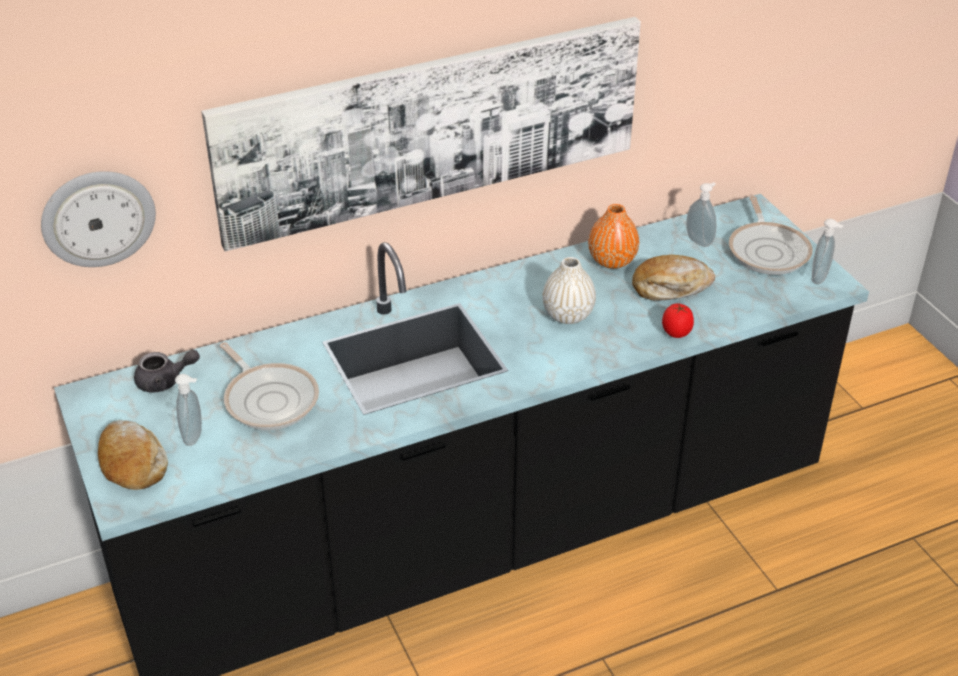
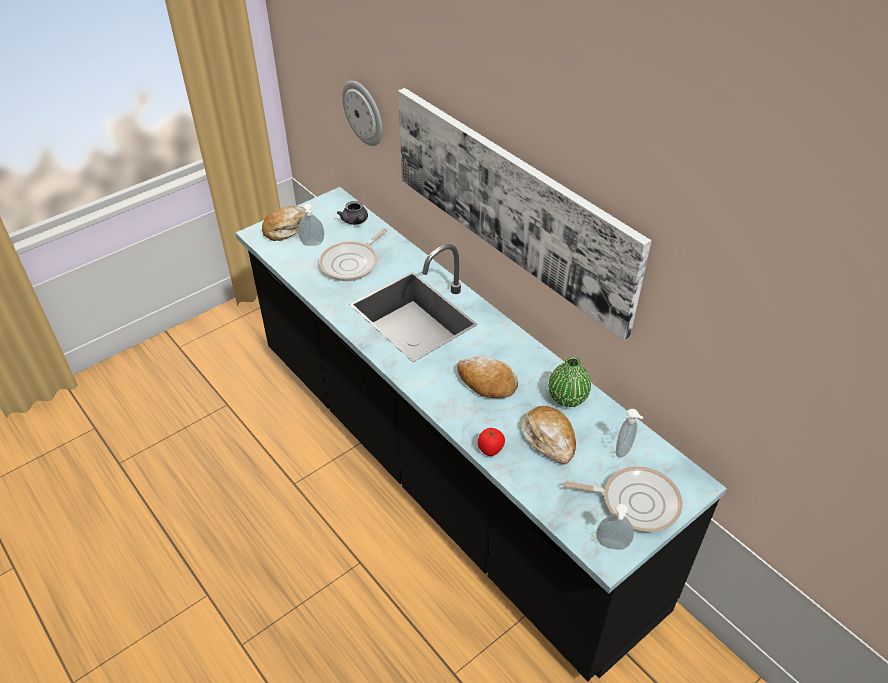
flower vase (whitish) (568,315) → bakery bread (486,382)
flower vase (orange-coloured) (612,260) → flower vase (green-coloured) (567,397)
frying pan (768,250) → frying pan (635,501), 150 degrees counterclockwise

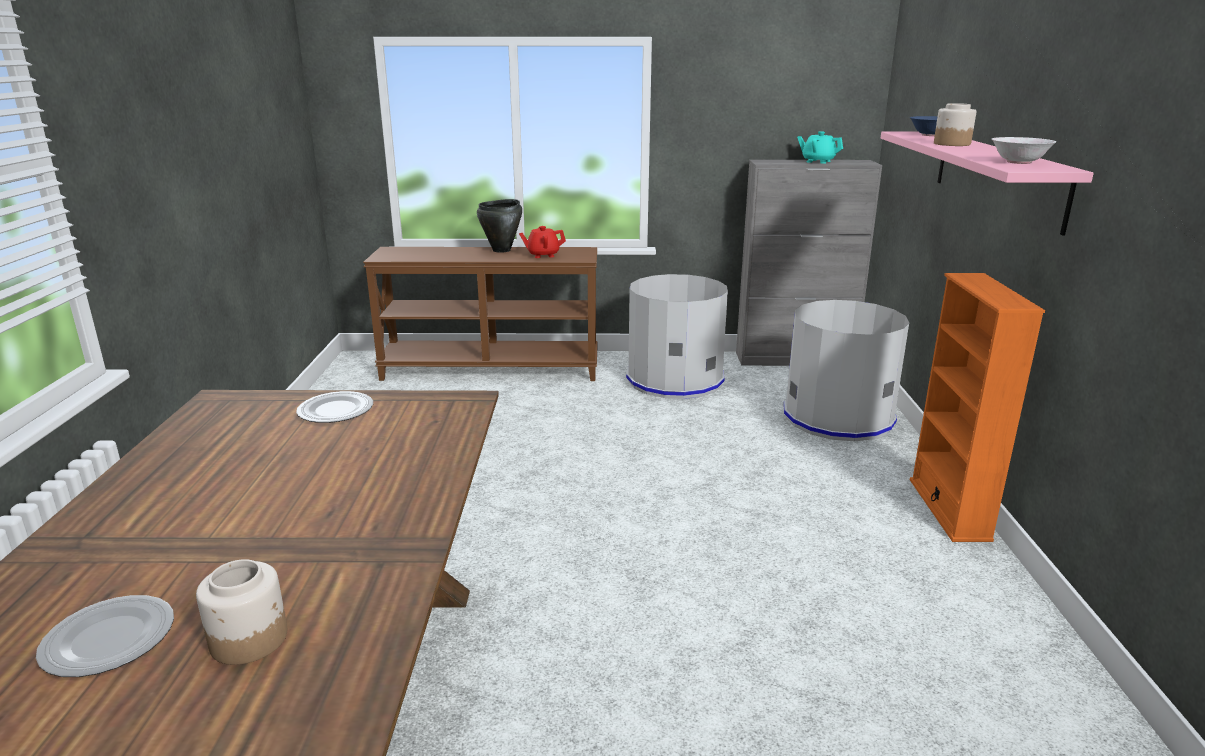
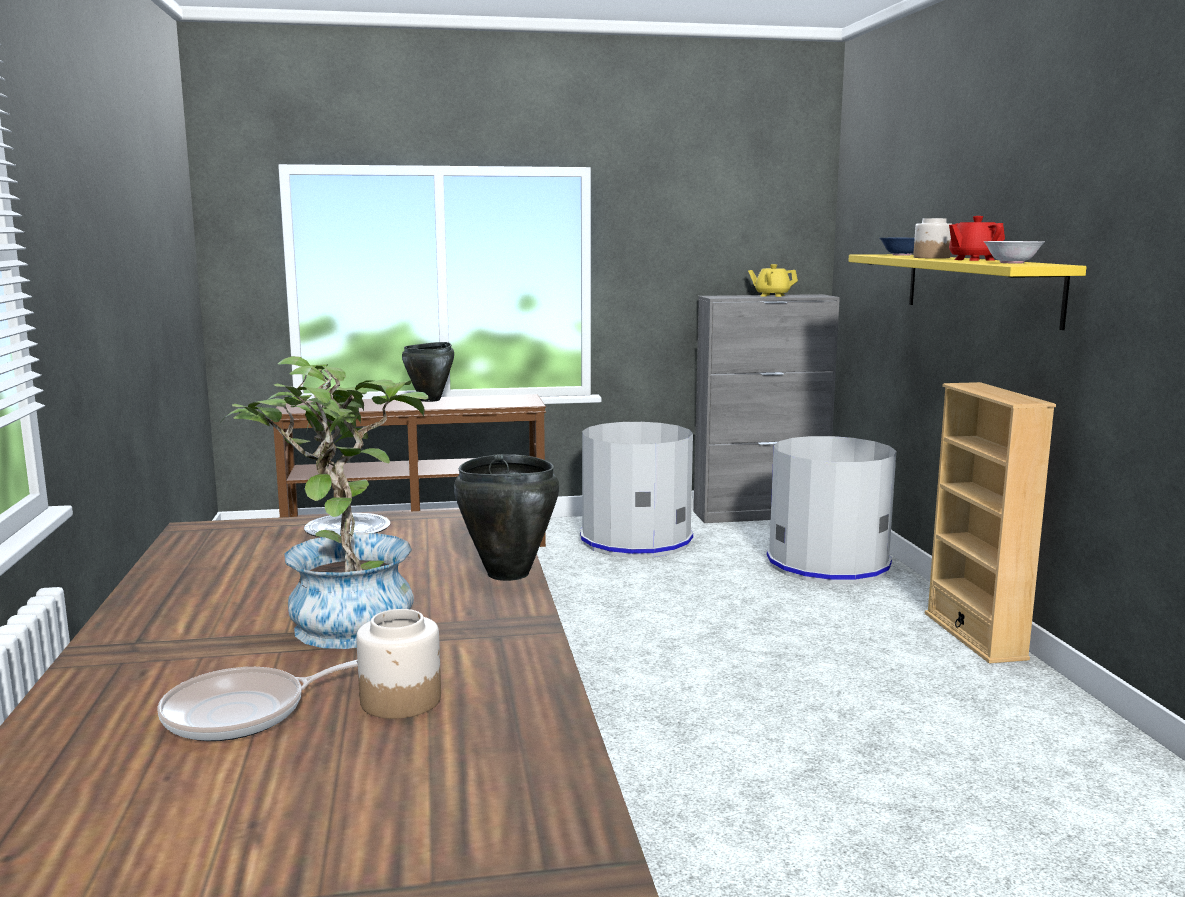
flat dish (110,640) → frying pan (242,713)
- → plant in a pot (344,619)
- → saucepot (black-coloured) (507,574)
tea pot (turquoise-coloured) (818,161) → tea pot (yellowish) (772,295)
bracket shelf (pink-coloured) (997,176) → bracket shelf (yellowish) (979,287)
shelving unit (orange-coloured) (949,509) → shelving unit (beige-coloured) (974,636)
tea pot (reddish) (543,255) → tea pot (reddish) (973,260), moved

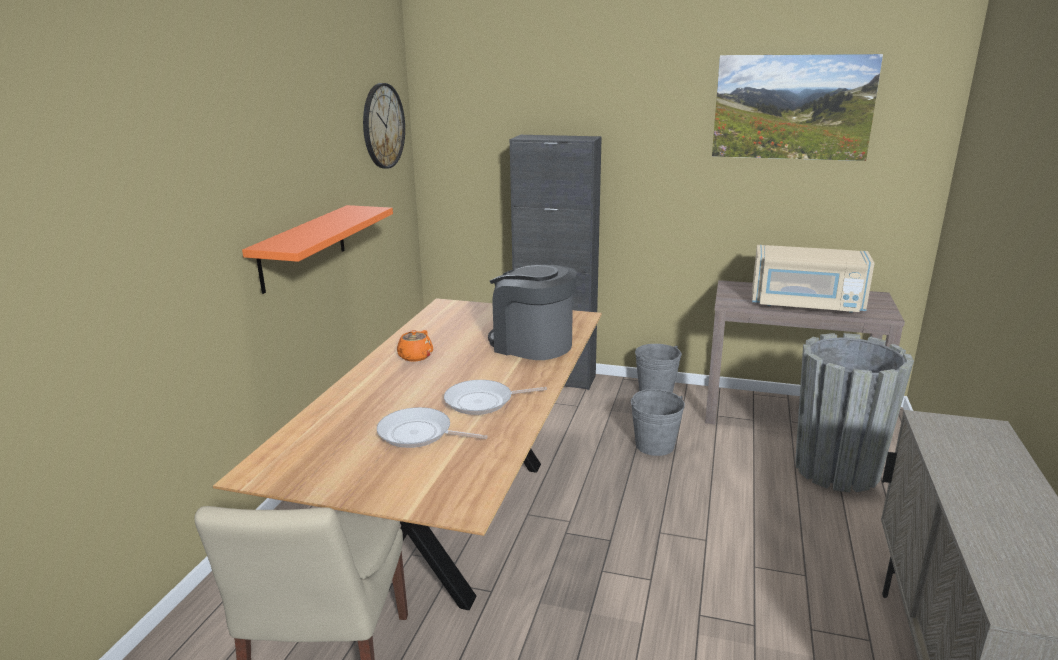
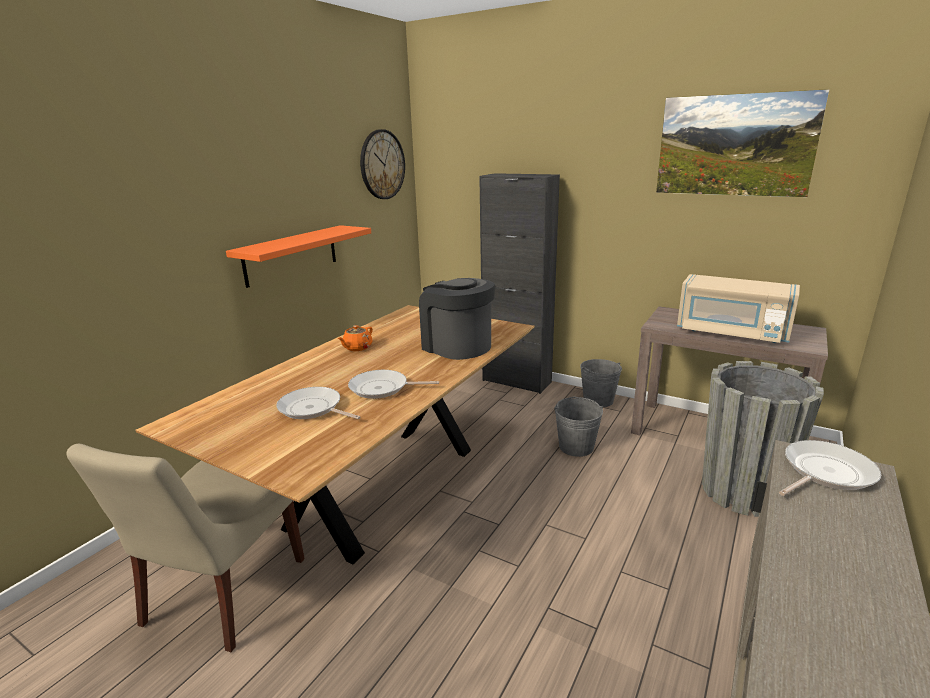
- → frying pan (825,472)

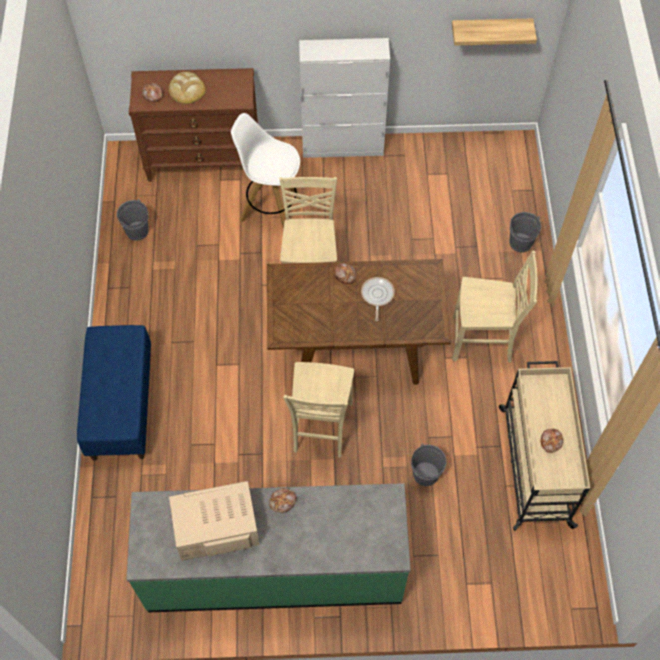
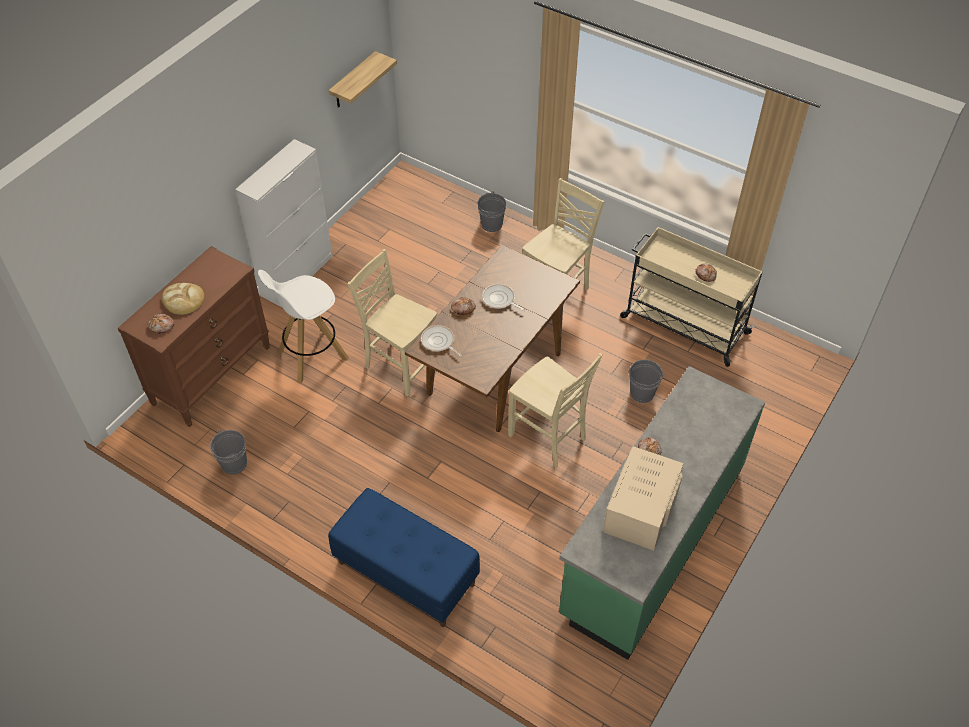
- → frying pan (439,342)

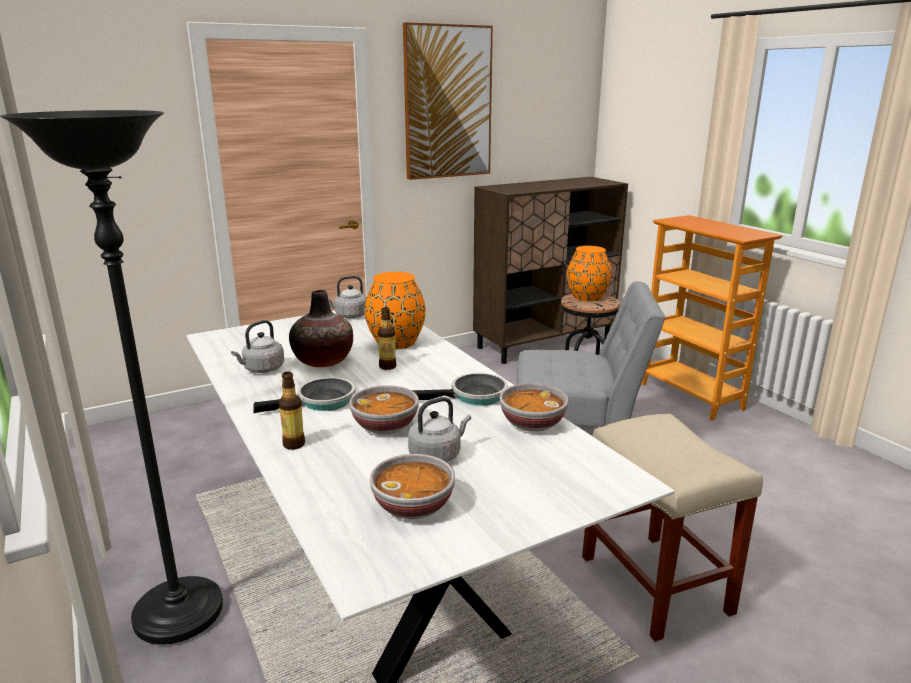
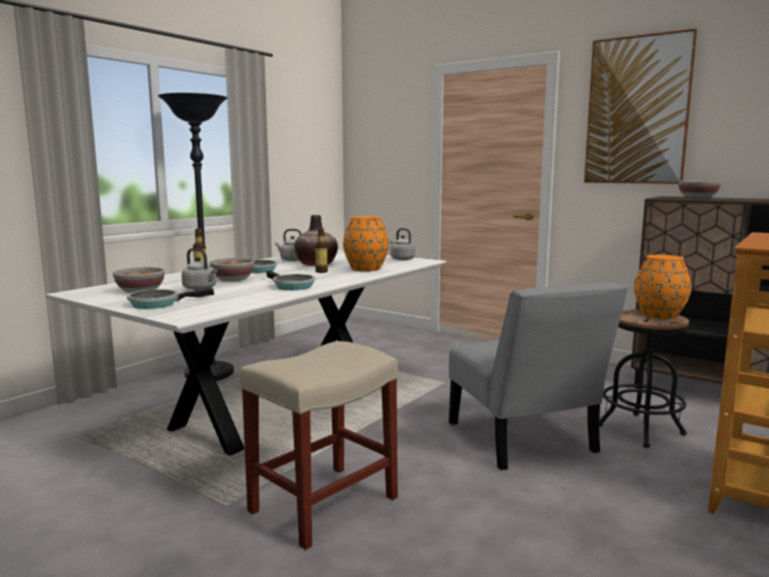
- → frying pan (158,303)
deep dish (531,423) → deep dish (697,198), moved

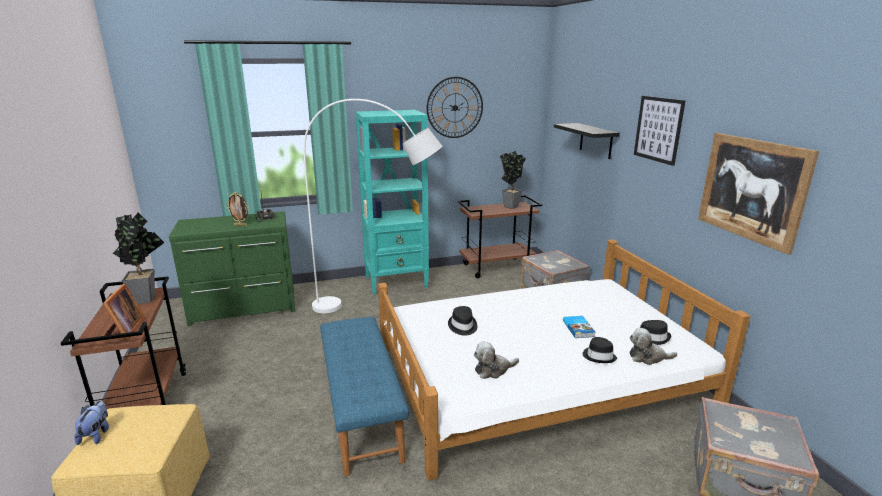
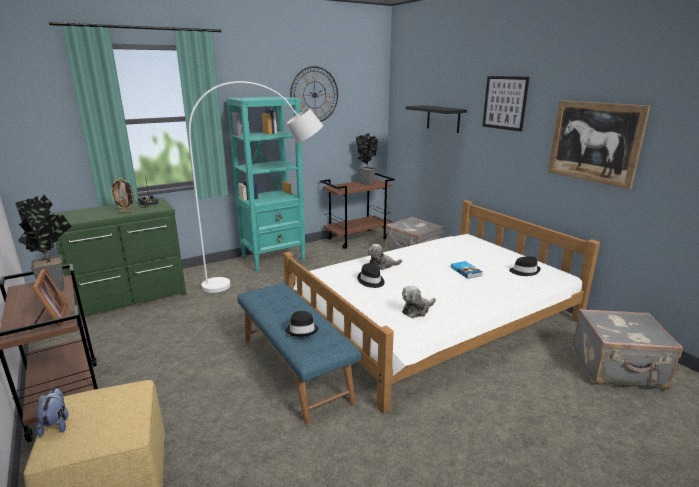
wearable hat (black-coloured) (599,356) → wearable hat (black-coloured) (302,330), moved
cuddly toy (648,357) → cuddly toy (382,265), moved

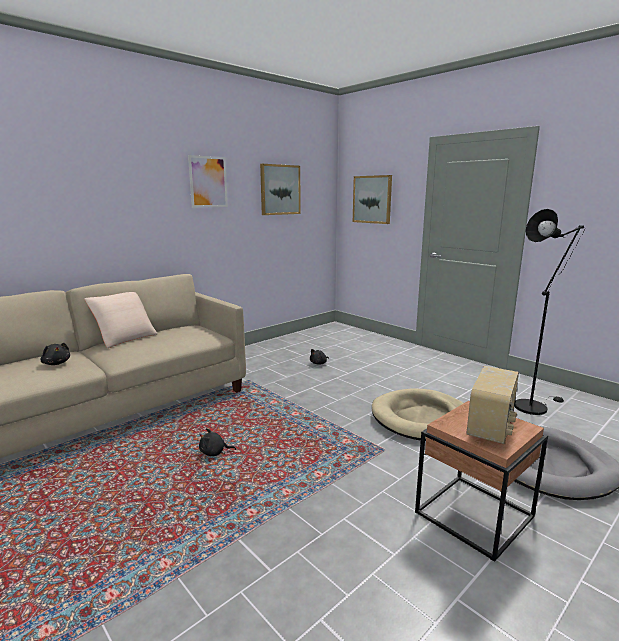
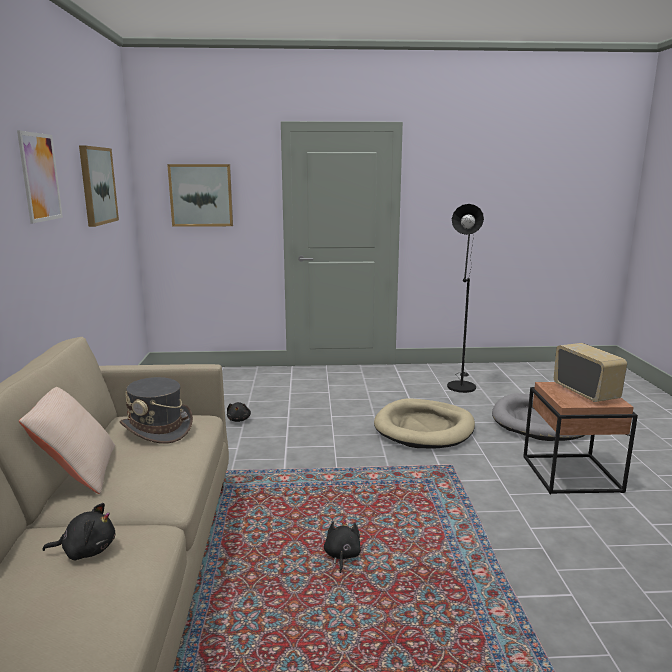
- → wearable hat (gray) (157,429)
cuddly toy (black-coloured) (214,453) → cuddly toy (black-coloured) (342,556), 150 degrees clockwise

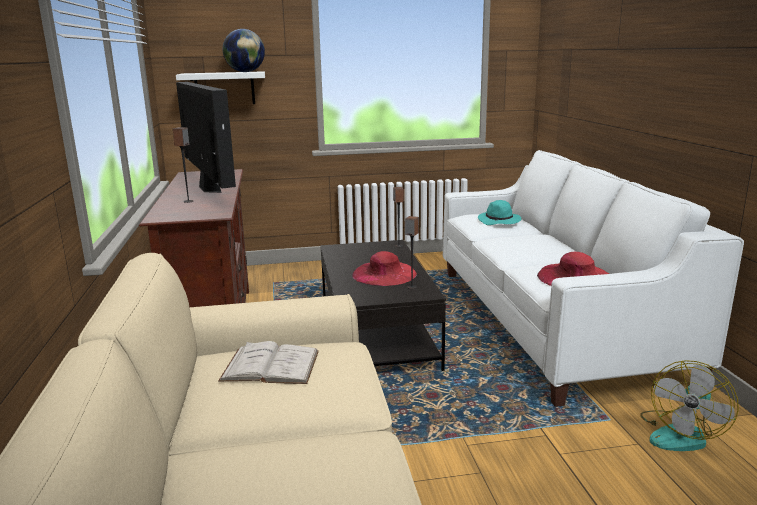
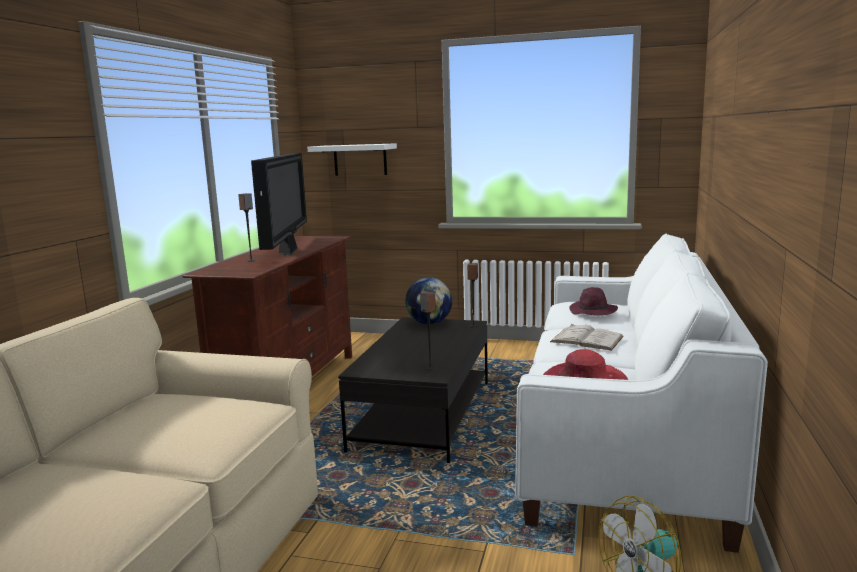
world globe (245,72) → world globe (429,323), moved
volume (whitish) (270,365) → volume (whitish) (587,339), moved
wearable hat (turquoise-coloured) (499,221) → wearable hat (purple-coloured) (593,312)
wearable hat (reddish) (384,274) → -

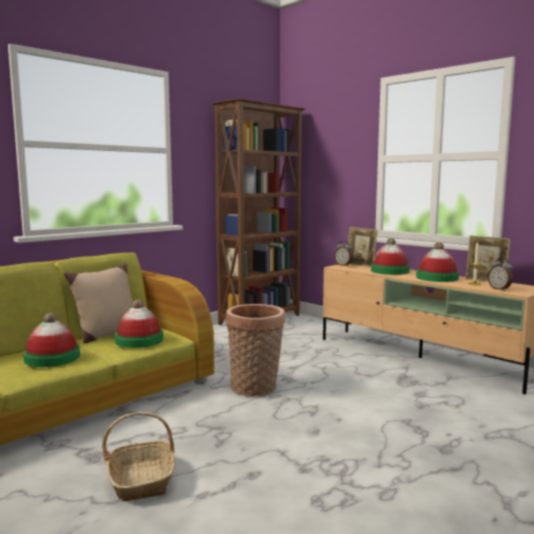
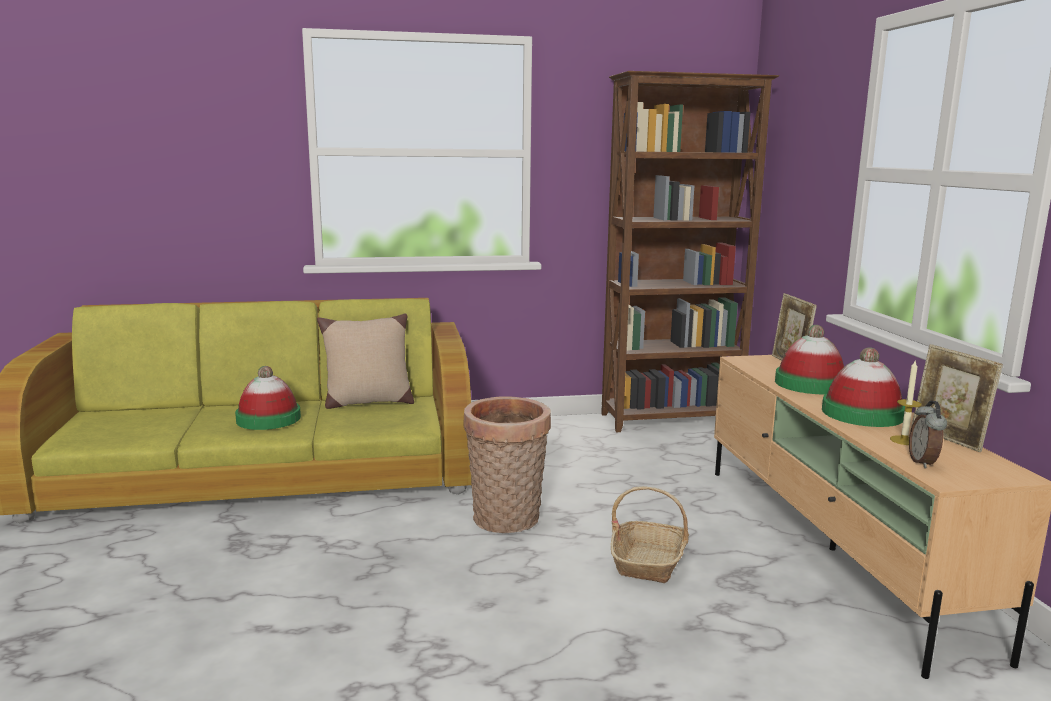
basket (142,479) → basket (649,561), moved
wearable hat (139,340) → -
alarm clock (343,265) → -

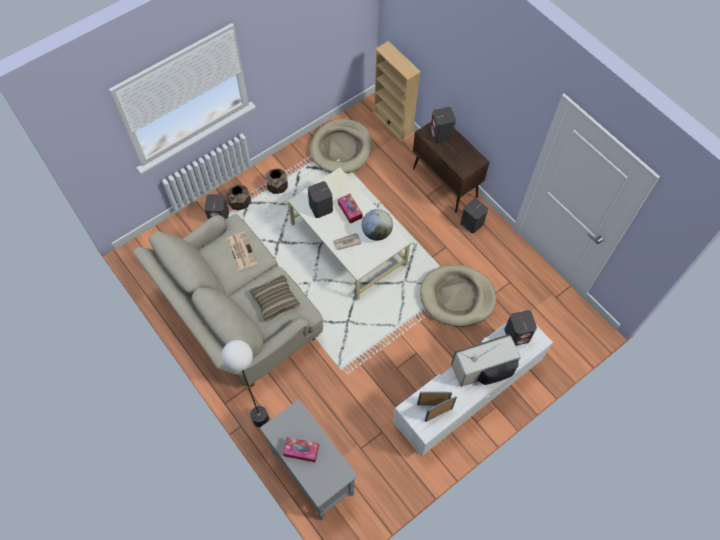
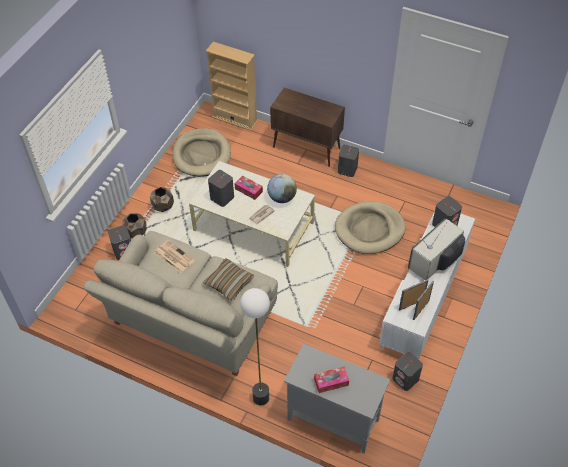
speaker (gray) (441,134) → speaker (gray) (405,379), moved

